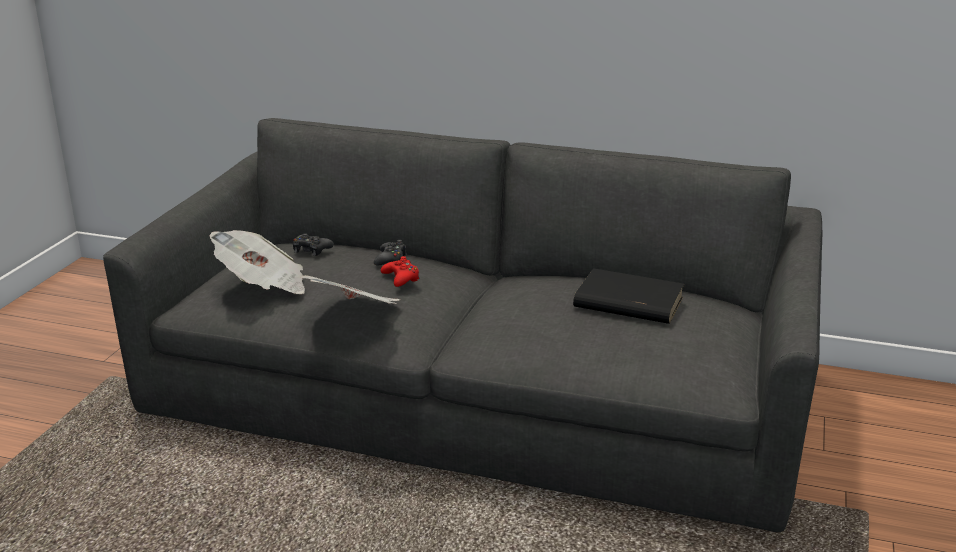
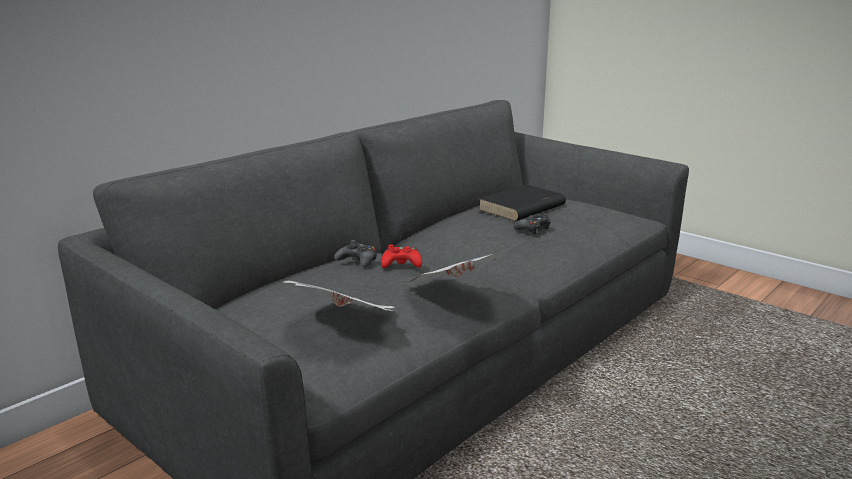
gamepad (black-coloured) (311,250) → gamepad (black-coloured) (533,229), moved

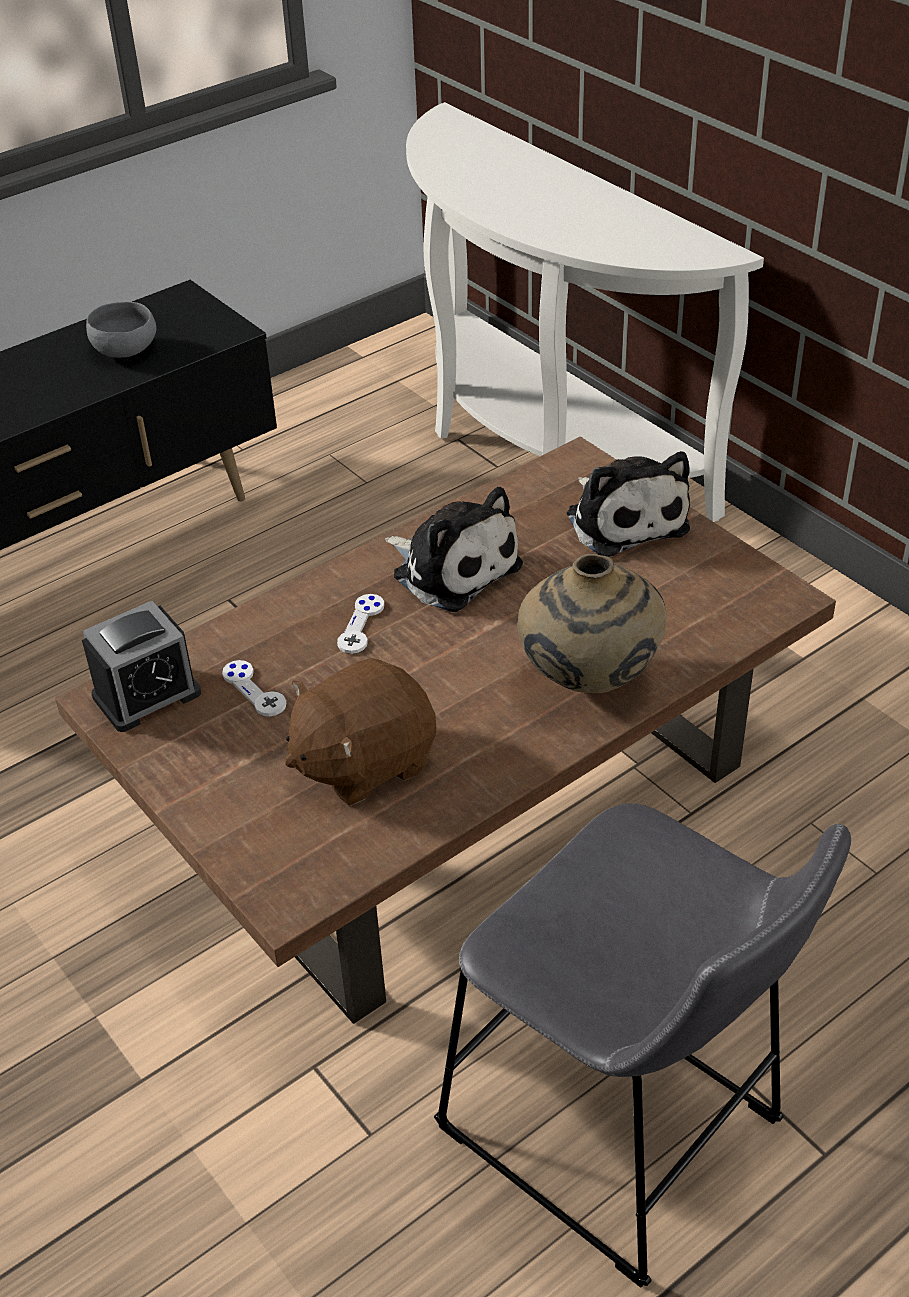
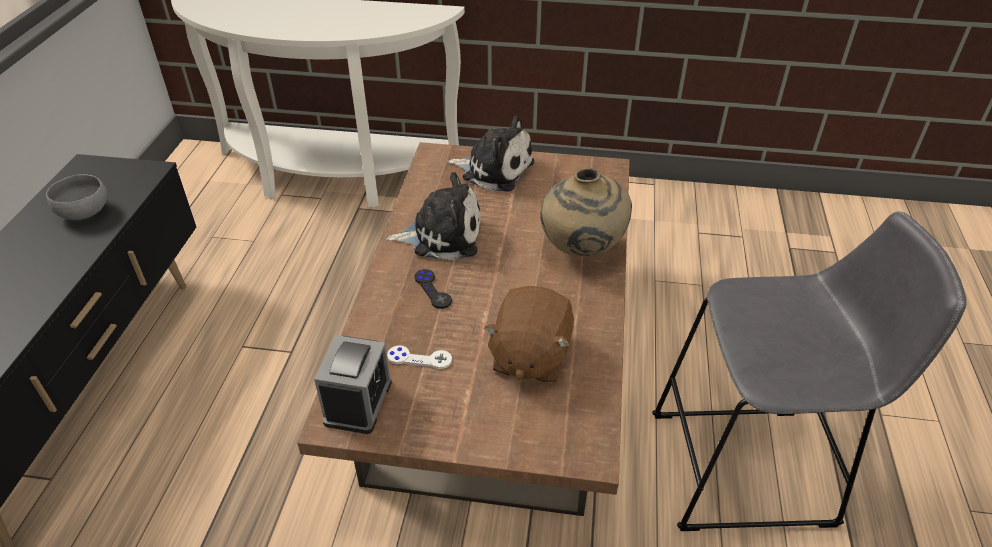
gamepad (whitish) (361,625) → gamepad (black-coloured) (433,290)

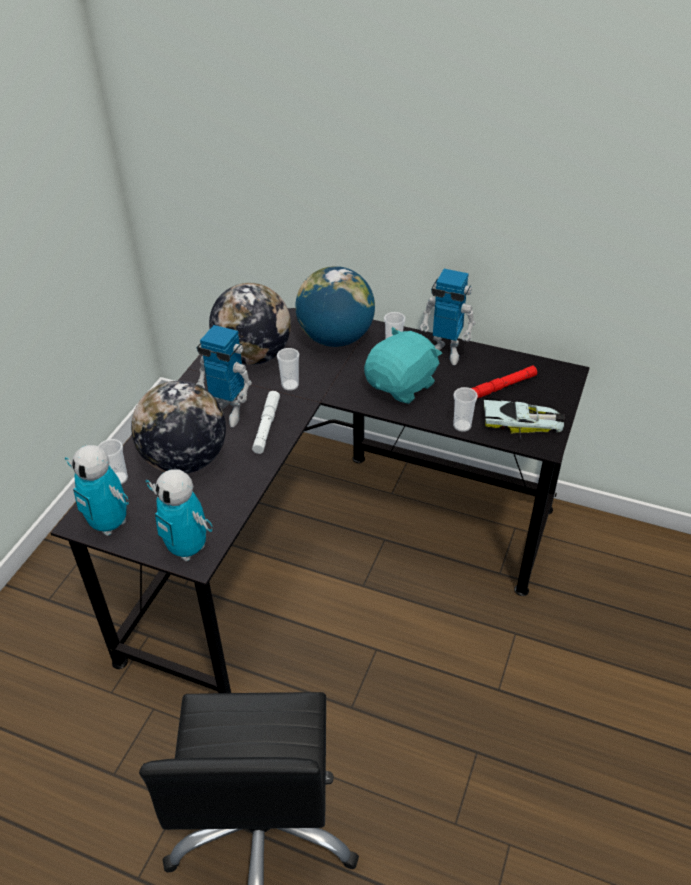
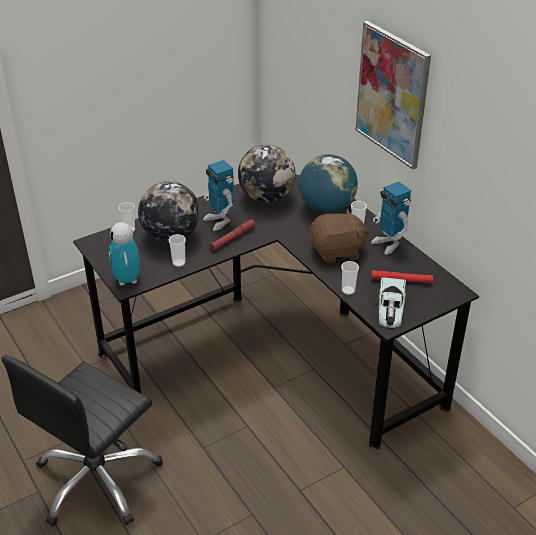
small cup (290,385) → small cup (179,263), moved
hand torch (whitish) (266,426) → hand torch (reddish) (232,238)
cuddly toy (turquoise-coloured) (402,385) → cuddly toy (brown) (337,251)
- → wall picture (392,95)
miniature car (522,422) → miniature car (389,306), 60 degrees clockwise
toy robot (109,524) → -

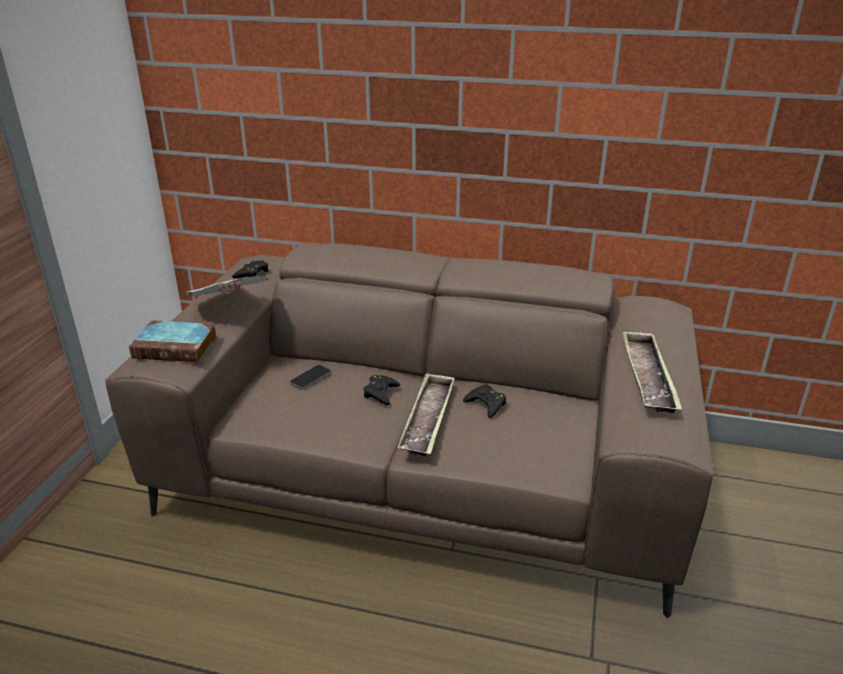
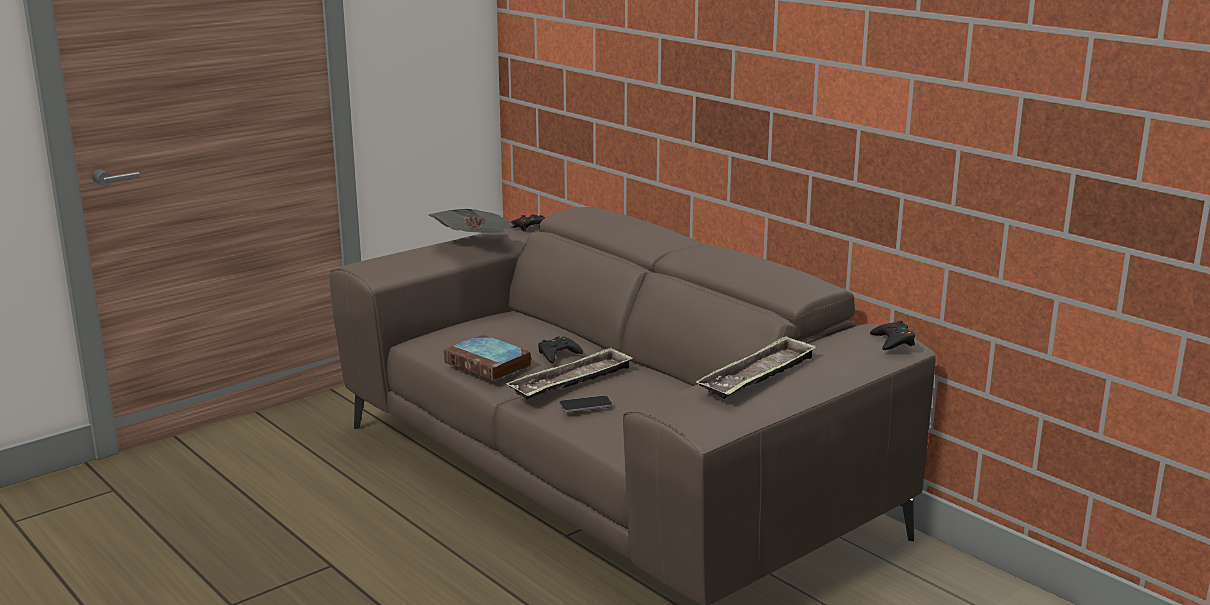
volume (177,347) → volume (489,364), moved
handset (311,378) → handset (585,406), moved
gamepad (black-coloured) (486,404) → gamepad (black-coloured) (893,341), moved

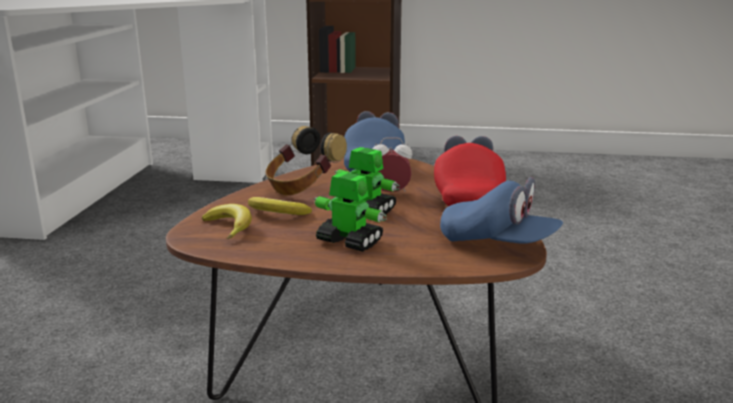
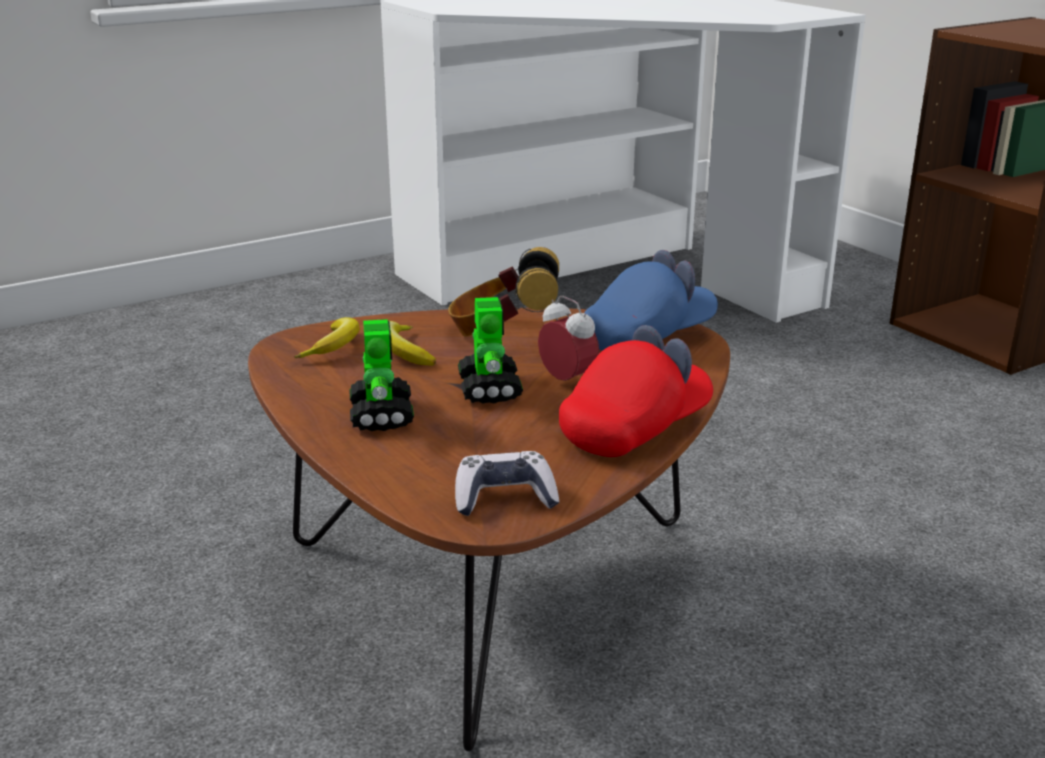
baseball cap (blue) (497,243) → gamepad (504,498)

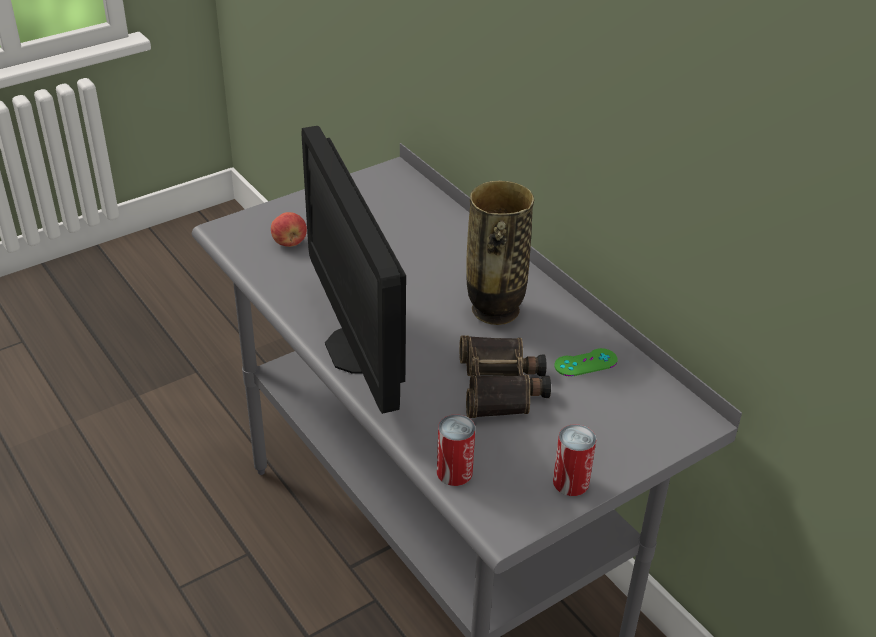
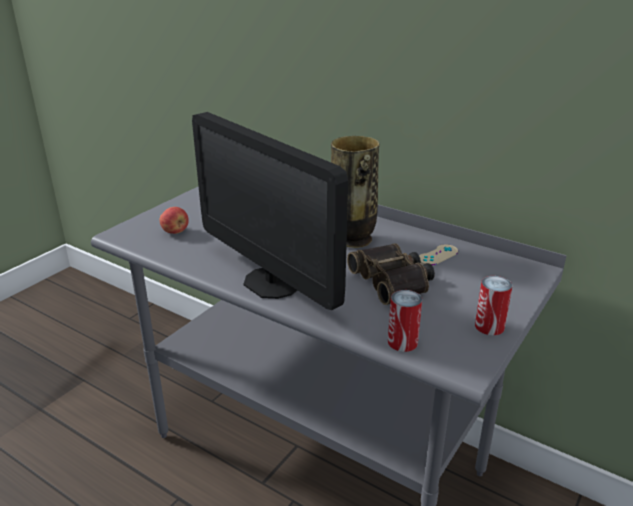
gamepad (green-coloured) (585,363) → gamepad (beige-coloured) (438,255)

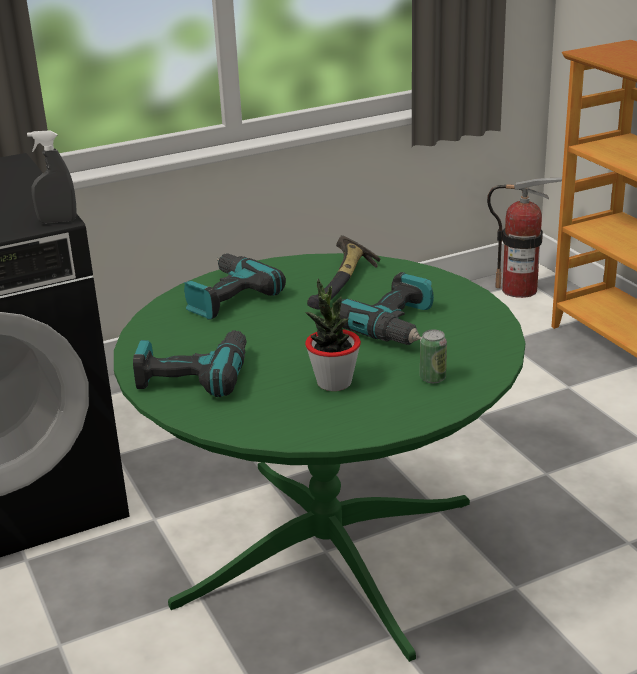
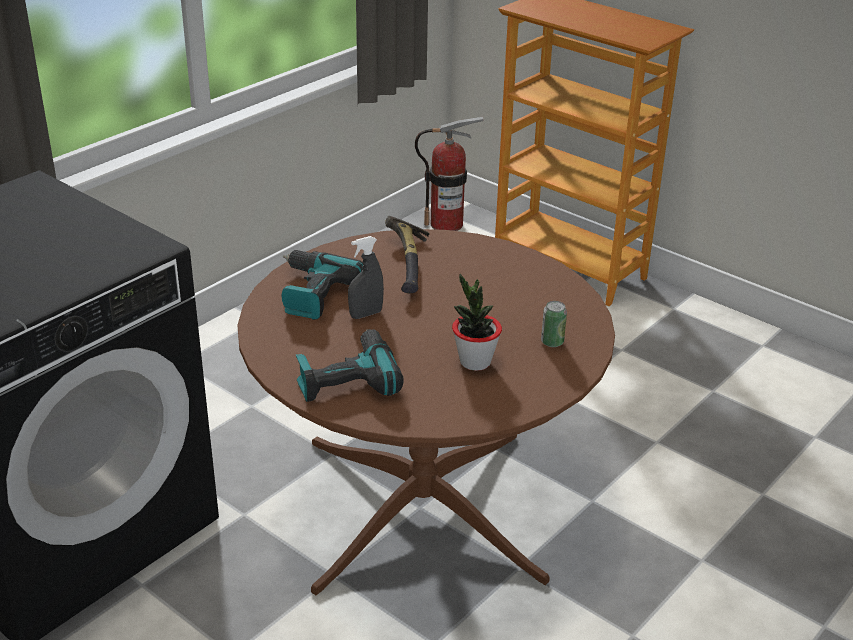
kitchen table (green-coloured) (327,551) → kitchen table (brown) (422,507)
hand sprayer (gray) (57,221) → hand sprayer (gray) (366,314), moved
power drill (397,326) → -

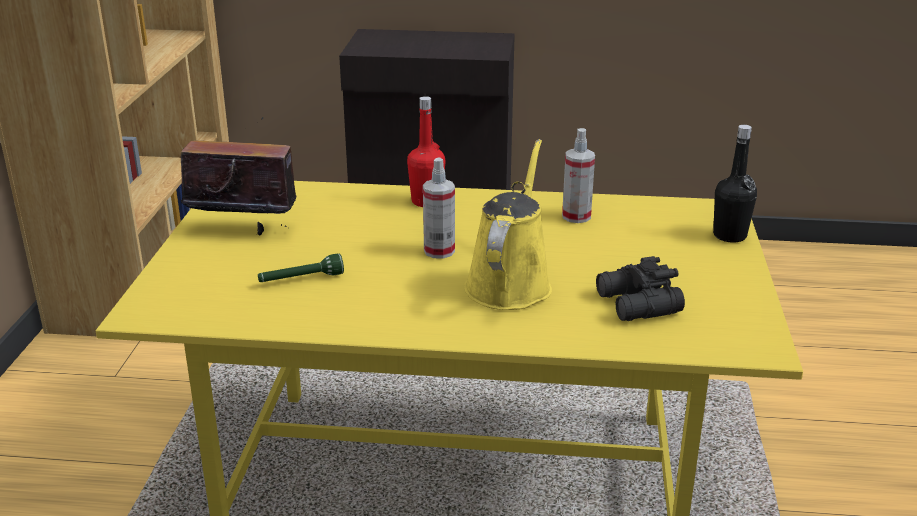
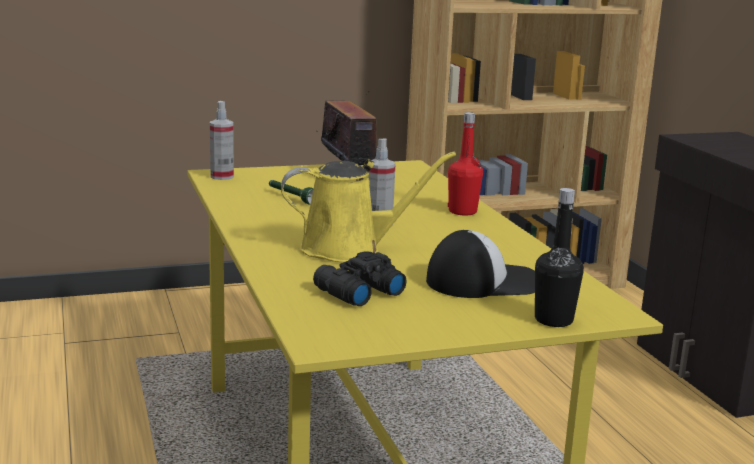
hand sprayer (576,216) → hand sprayer (222,176), moved
- → baseball cap (483,282)

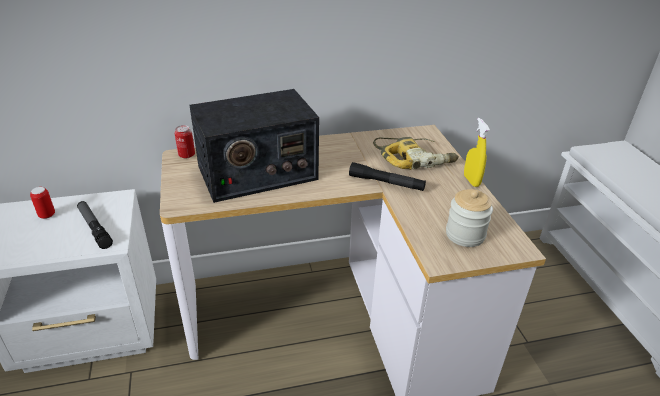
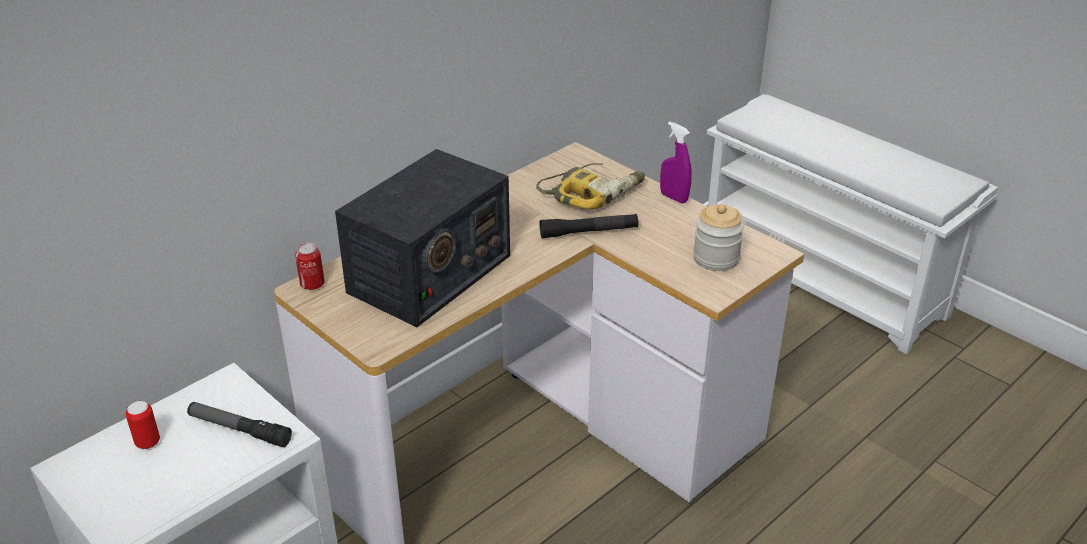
hand sprayer (yellowish) (471,181) → hand sprayer (purple-coloured) (673,198)

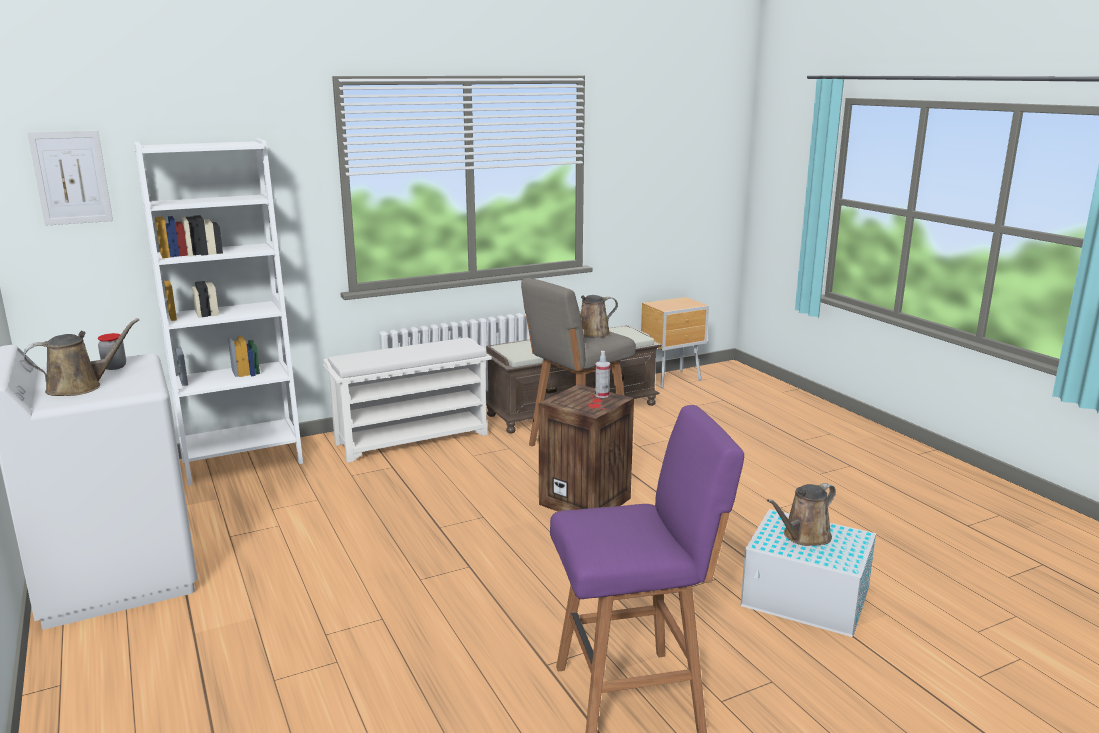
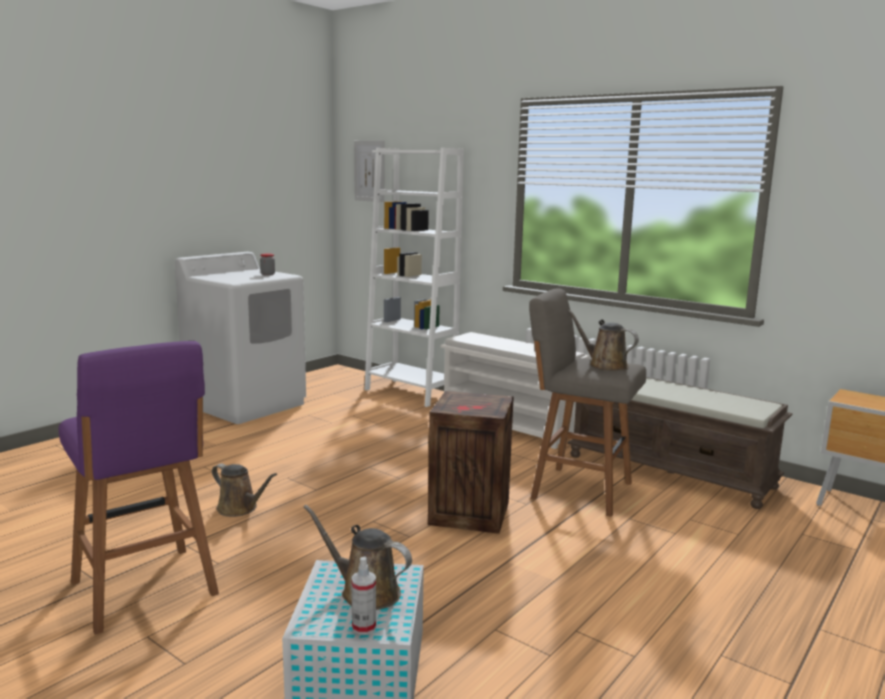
watering can (brown) (80,387) → watering can (brown) (240,509), moved
hand sprayer (602,395) → hand sprayer (364,627), moved

